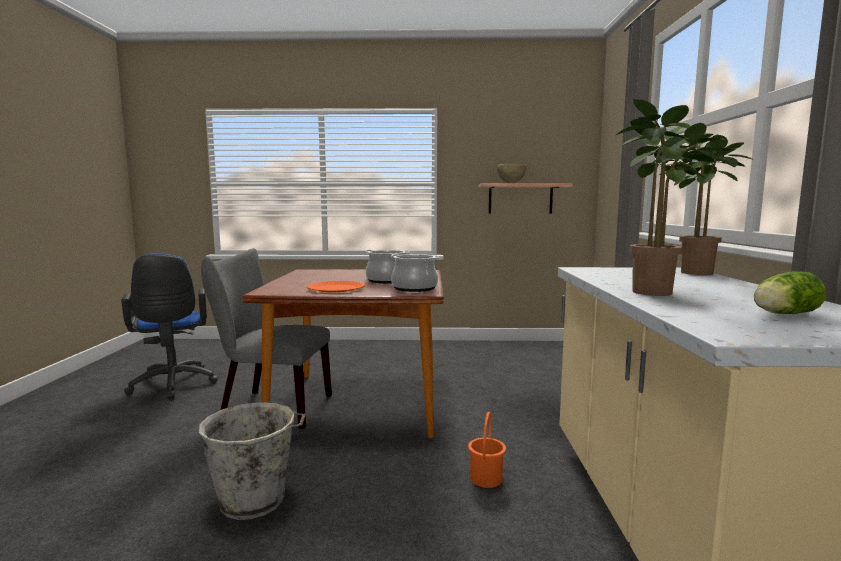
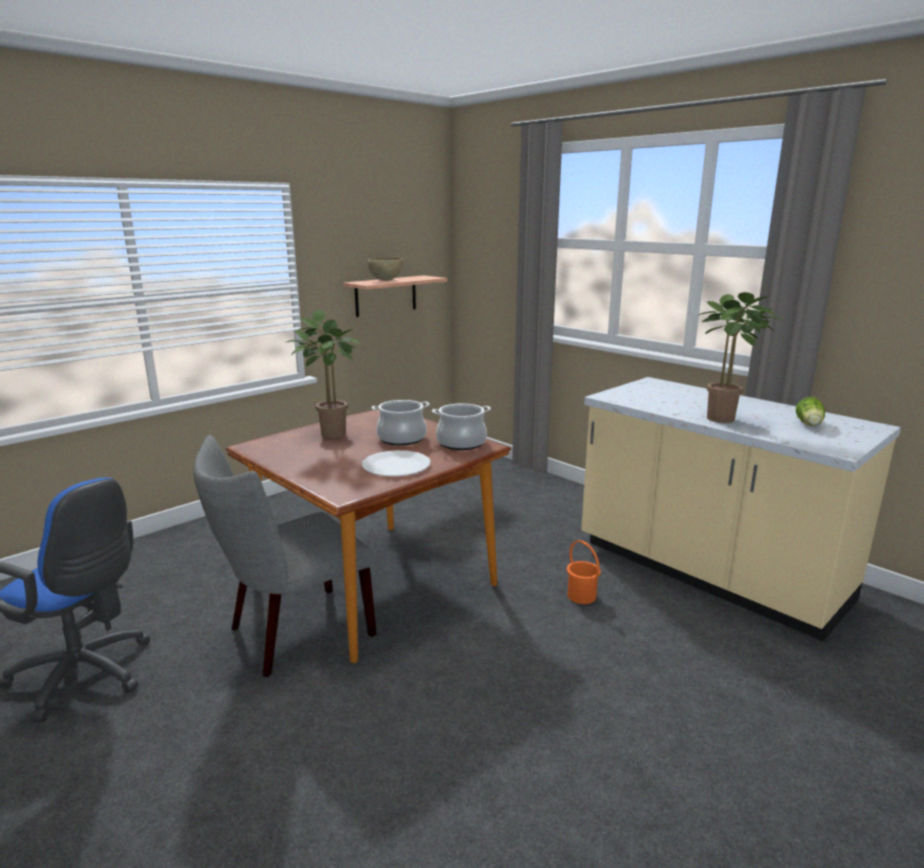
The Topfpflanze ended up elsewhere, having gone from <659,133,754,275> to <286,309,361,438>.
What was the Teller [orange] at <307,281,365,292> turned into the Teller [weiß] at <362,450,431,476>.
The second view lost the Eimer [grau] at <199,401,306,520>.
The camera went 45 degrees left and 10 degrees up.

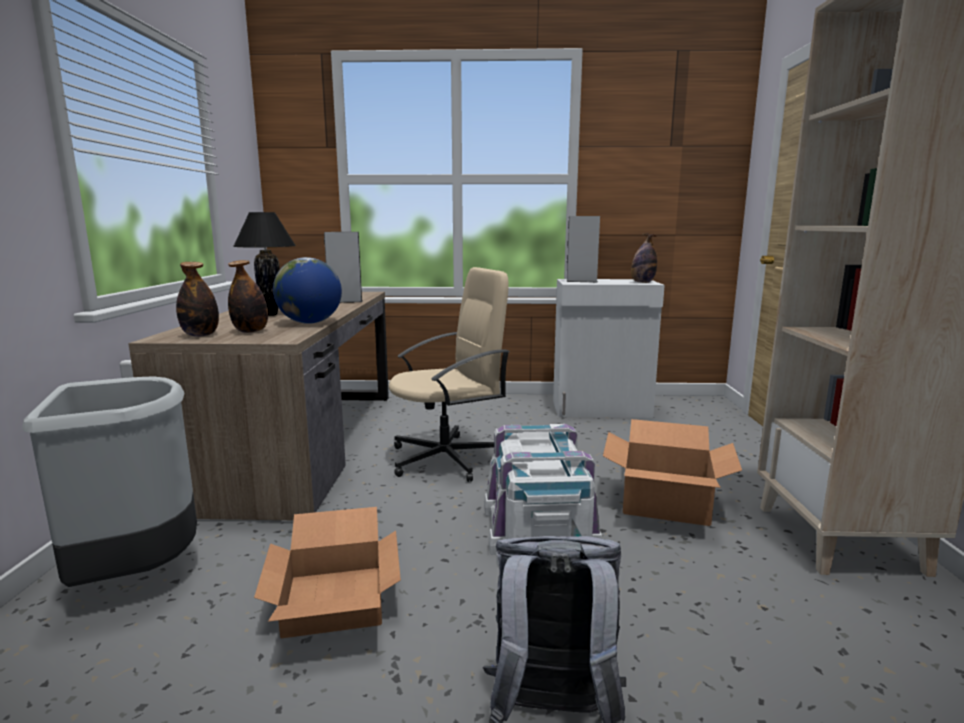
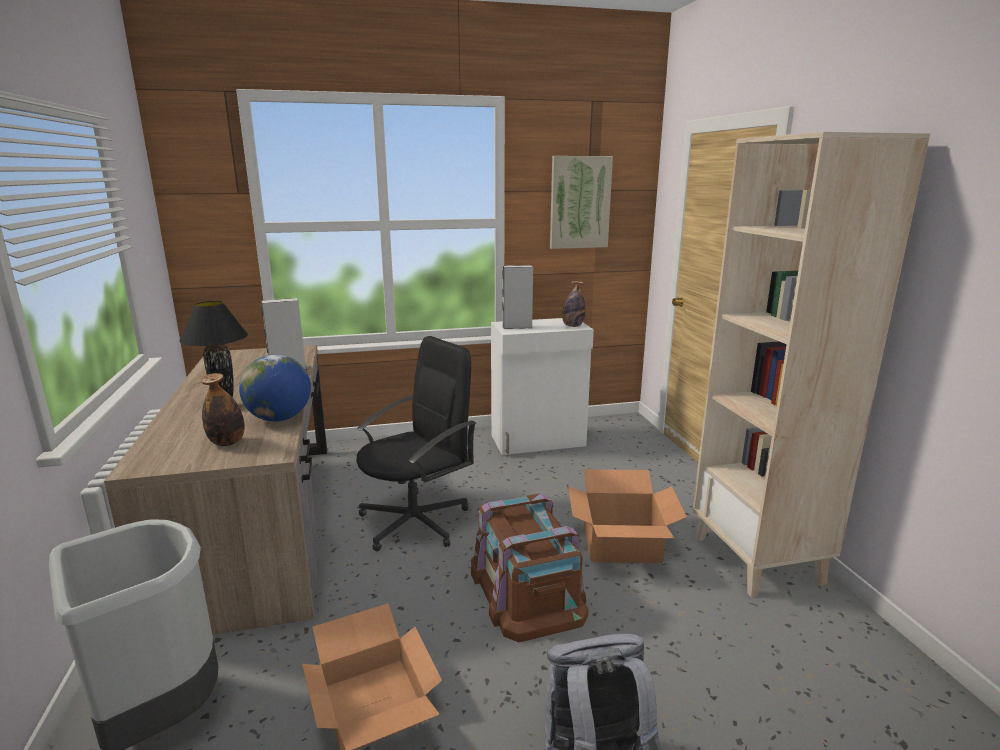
What was the Bürostuhl [beige] at <389,267,510,482> turned into the Bürostuhl [schwarz] at <356,336,476,551>.
What was the Aufbewahrungsbox [weiß] at <484,424,602,566> turned into the Aufbewahrungsbox [braun] at <471,493,588,642>.
The second view gained the Bild at <550,156,613,249>.
The second view lost the Flasche at <176,262,219,337>.
The camera went 15 degrees left and 5 degrees up.

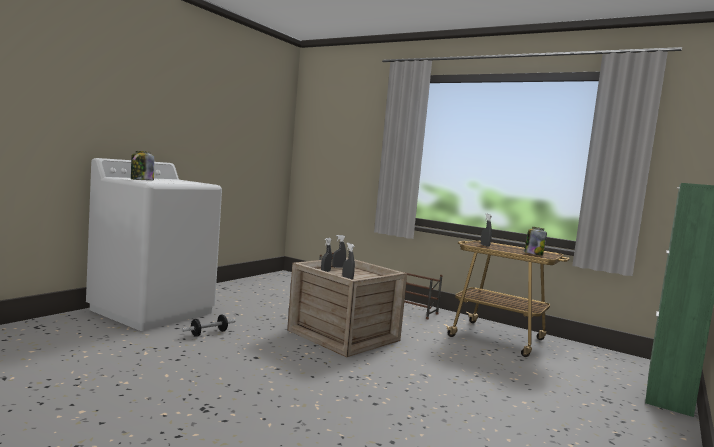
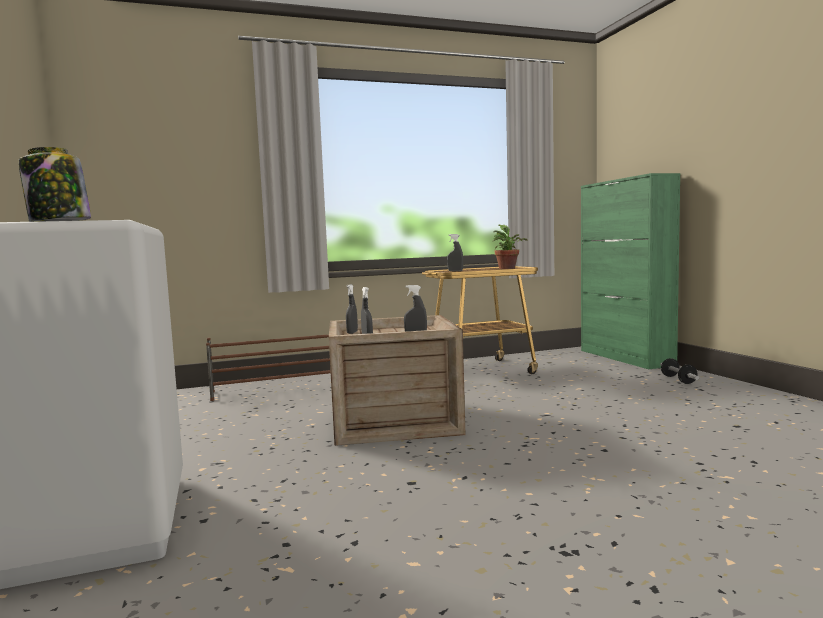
Where the Vorratsglas stood at <524,227,547,256>, the Topfpflanze came to stand at <493,225,528,269>.
The Hantel ended up elsewhere, having gone from <182,314,235,337> to <660,358,699,384>.
The camera went 50 degrees left and 0 degrees up.

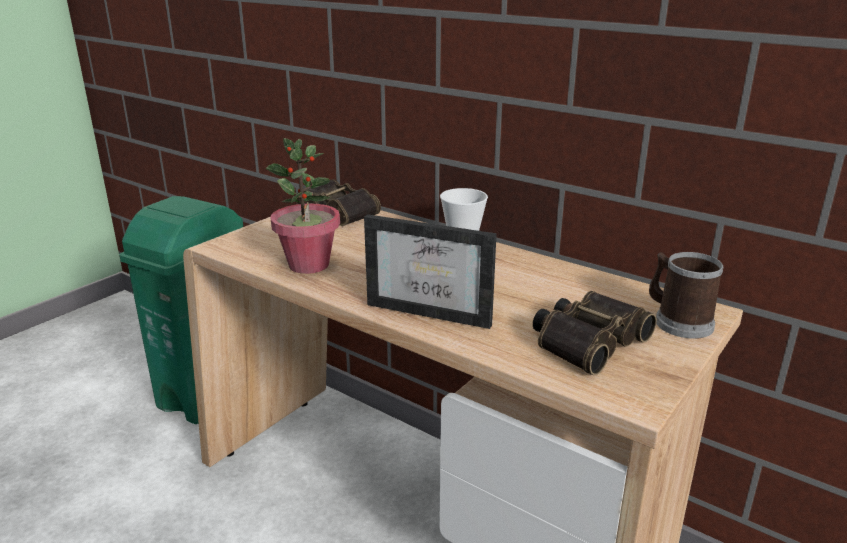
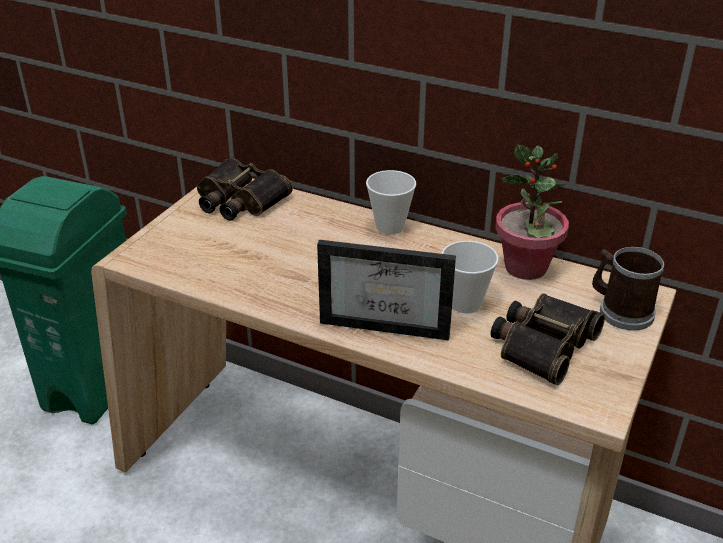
The second view gained the Tasse at <441,241,499,314>.
The Topfpflanze ended up elsewhere, having gone from <266,138,340,274> to <495,145,569,280>.
The camera went 10 degrees left and 10 degrees up.

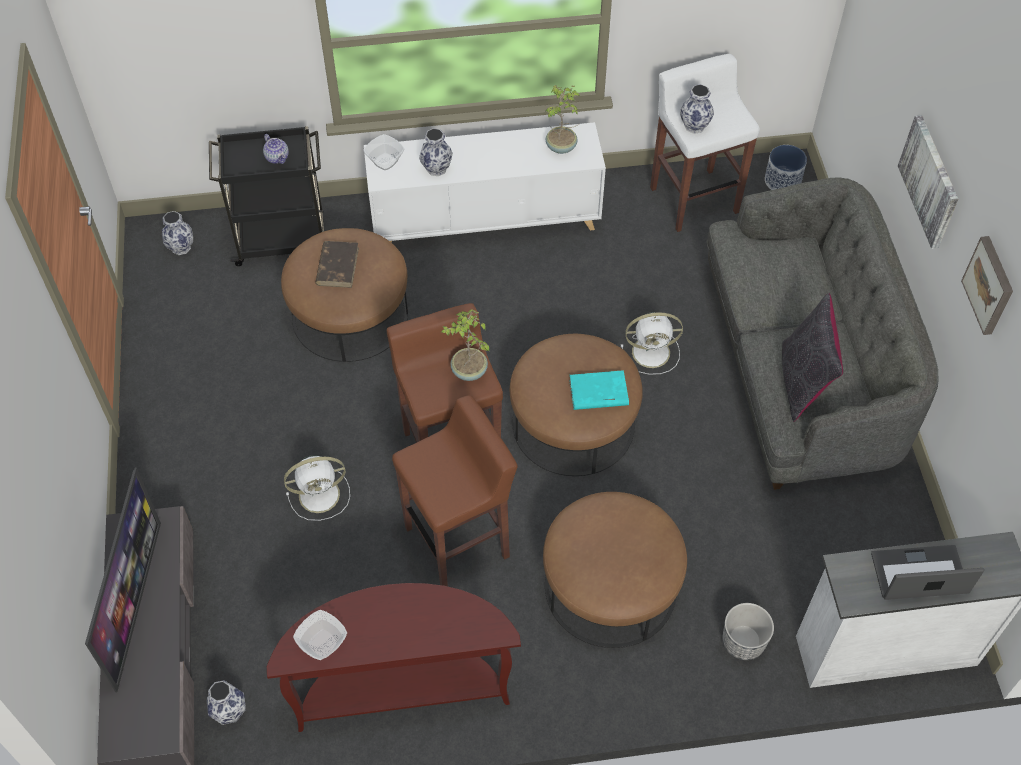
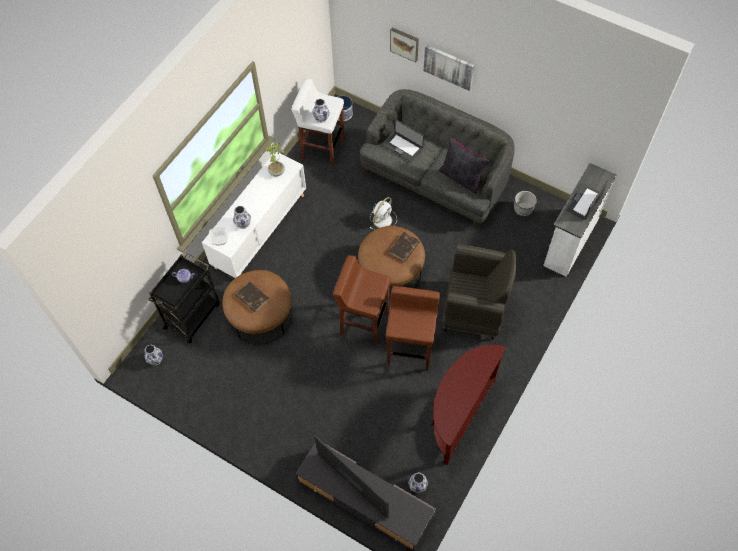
The second view gained the Laptop at <383,119,424,162>.
What was the Buch [türkis] at <569,370,629,410> turned into the Buch [braun] at <389,232,420,262>.
The Bild ended up elsewhere, having gone from <961,236,1013,335> to <390,27,419,62>.
Where the Polsterhocker [braun] stood at <543,492,687,648>, the Sessel [grau] came to stand at <443,244,517,340>.
The Pflanzkübel ended up elsewhere, having gone from <722,603,774,660> to <514,191,537,217>.
The second view lost the Ventilator [weiß] at <284,455,350,521>.
The second view lost the Schüssel at <293,610,347,660>.
The second view lost the Topfpflanze at <441,309,490,381>.
The camera went 50 degrees left and 5 degrees up.

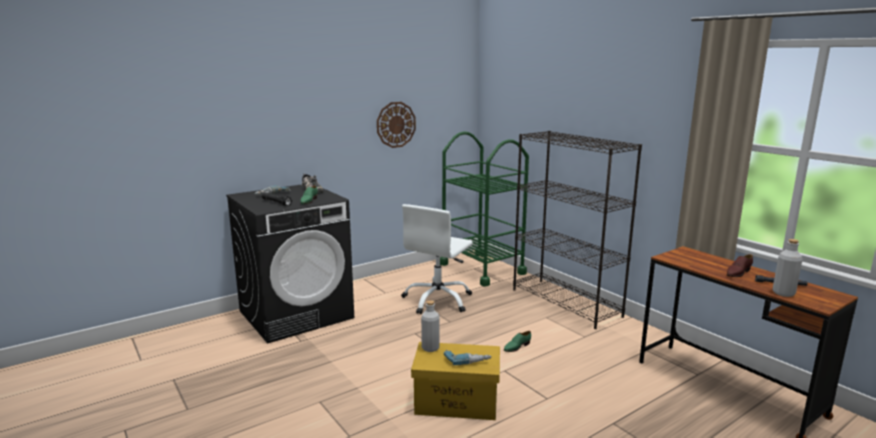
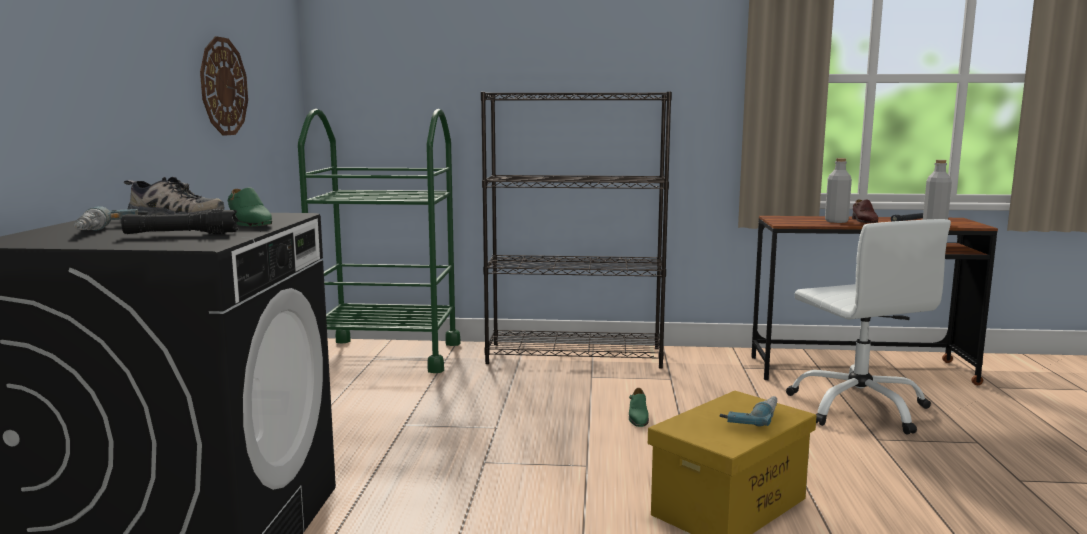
The Bürostuhl [weiß] ended up elsewhere, having gone from <401,204,473,314> to <786,219,951,434>.
The Flasche [grau] ended up elsewhere, having gone from <421,300,440,352> to <825,158,852,223>.
The camera went 50 degrees left and 5 degrees down.

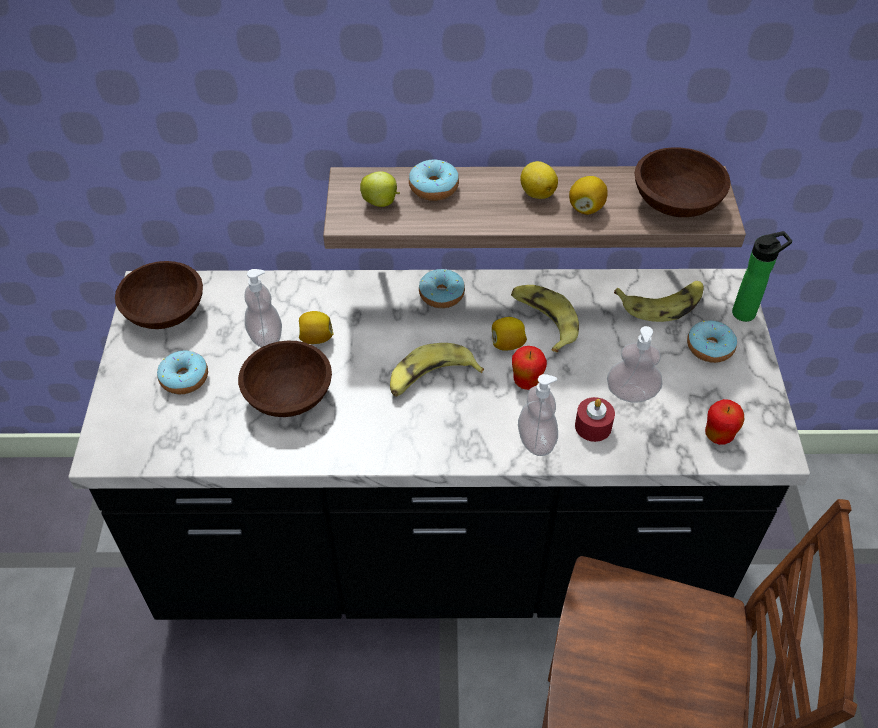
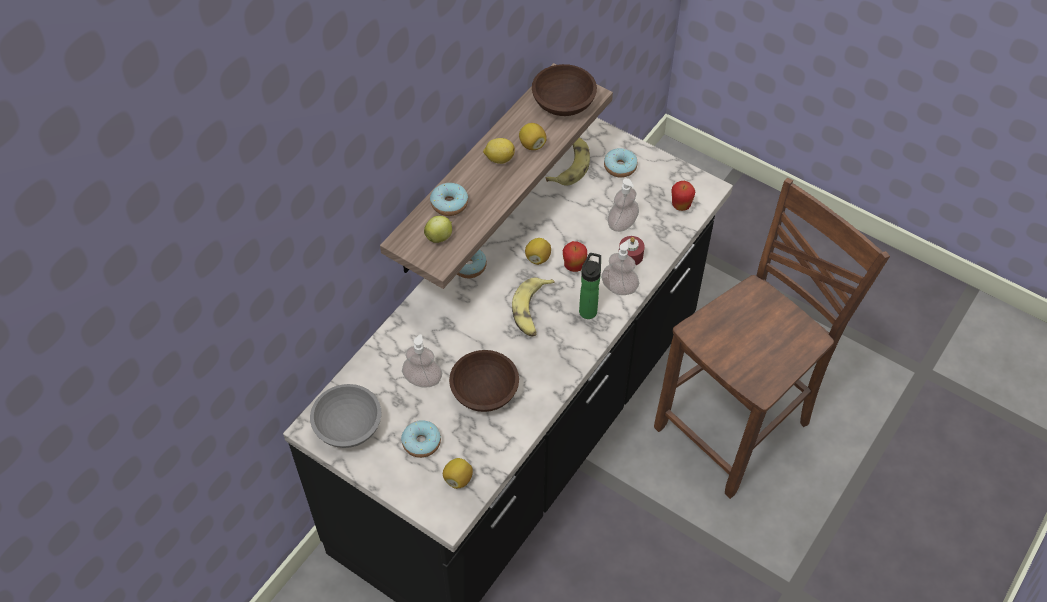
What was the Schüssel [braun] at <115,261,203,329> turned into the Schüssel [grau] at <310,384,381,448>.
The Zitrone ended up elsewhere, having gone from <299,311,333,344> to <443,458,473,489>.
The Flasche ended up elsewhere, having gone from <732,231,792,322> to <579,253,601,319>.
The second view lost the Banane at <511,285,579,353>.
The camera went 55 degrees left and 5 degrees up.

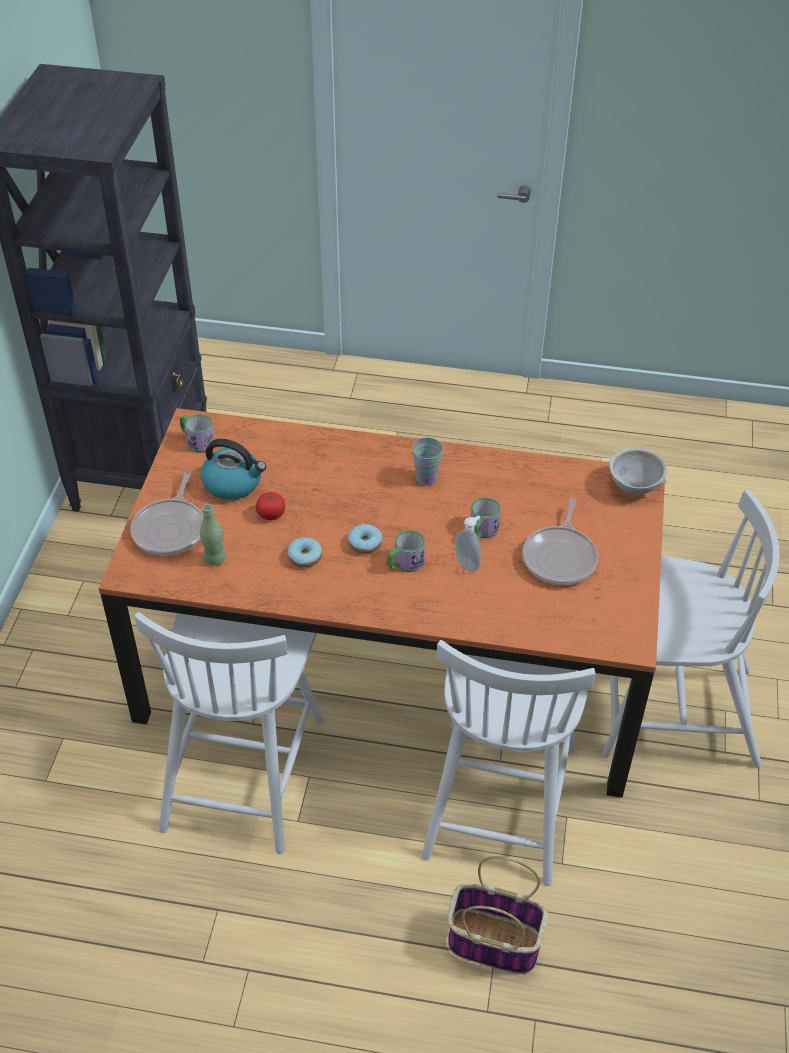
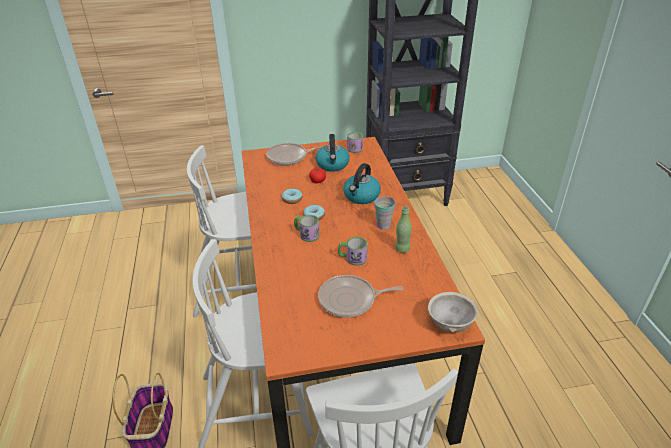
The second view gained the Wasserkessel at <343,163,381,204>.
The Flasche [grün] ended up elsewhere, having gone from <200,504,226,566> to <395,206,412,253>.
The second view lost the Seifenspender at <455,515,481,572>.
The camera went 70 degrees right and 10 degrees down.

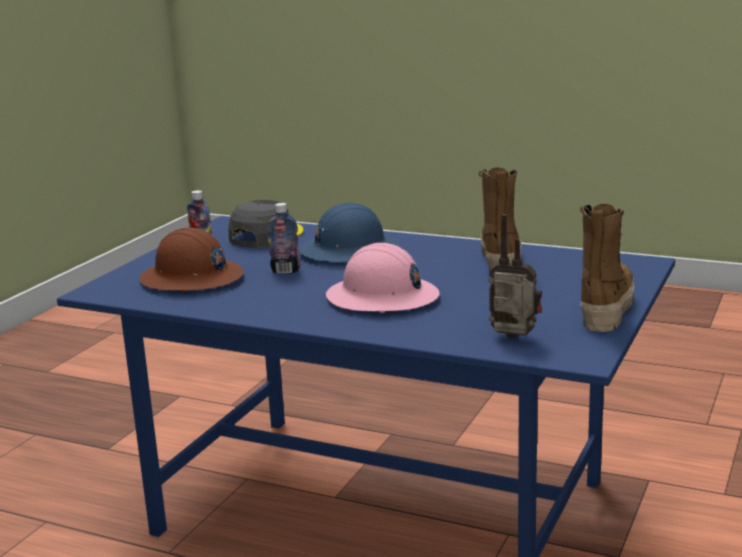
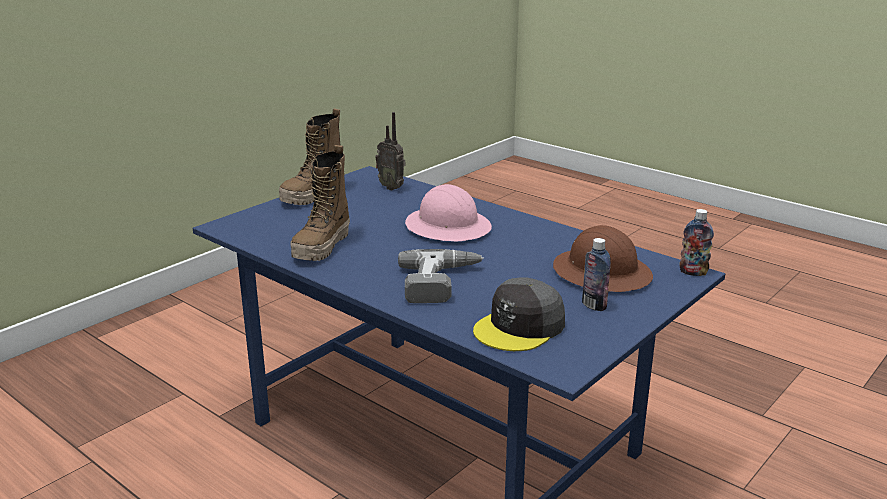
Where the Schutzhelm [blau] stood at <299,203,400,262>, the Bohrmaschine came to stand at <398,249,484,303>.
The Flasche ended up elsewhere, having gone from <268,203,300,274> to <679,209,714,276>.
The camera went 165 degrees left and 5 degrees up.

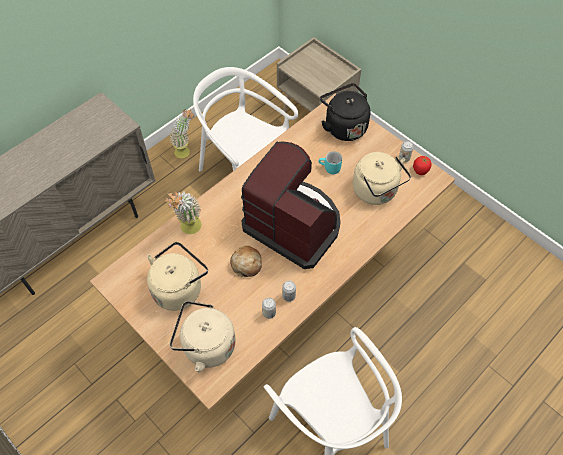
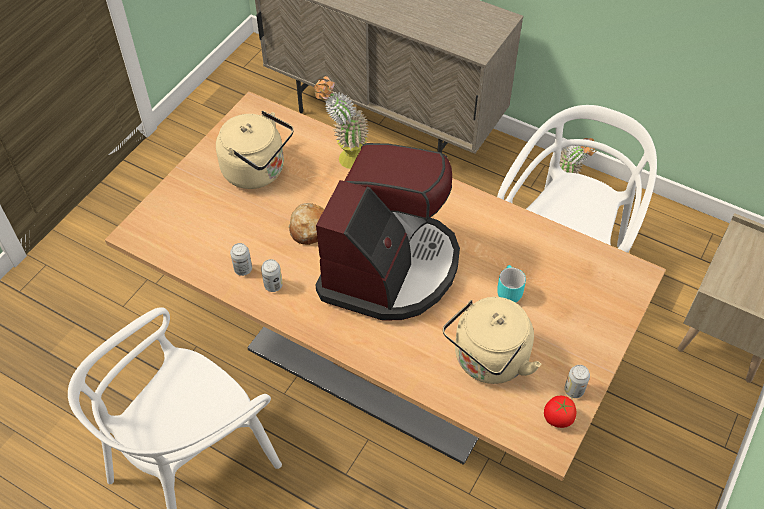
The second view lost the Wasserkessel [beige] at <170,301,236,372>.
The second view lost the Wasserkessel [schwarz] at <320,83,371,141>.
The camera went 75 degrees right and 5 degrees down.

